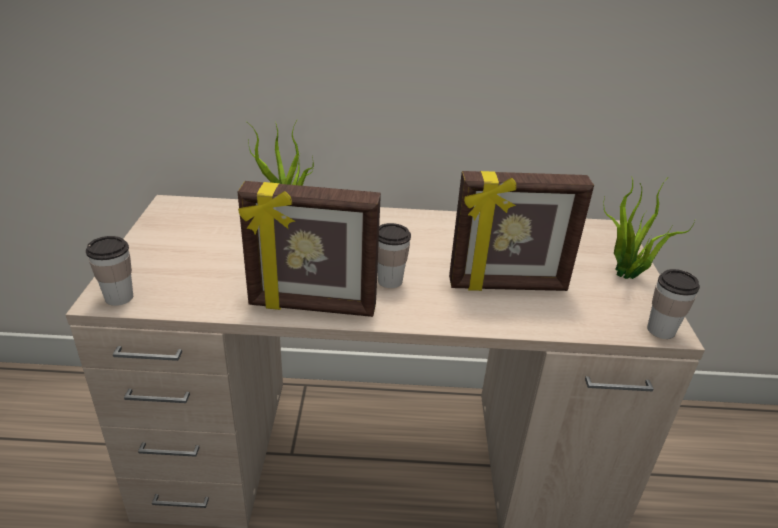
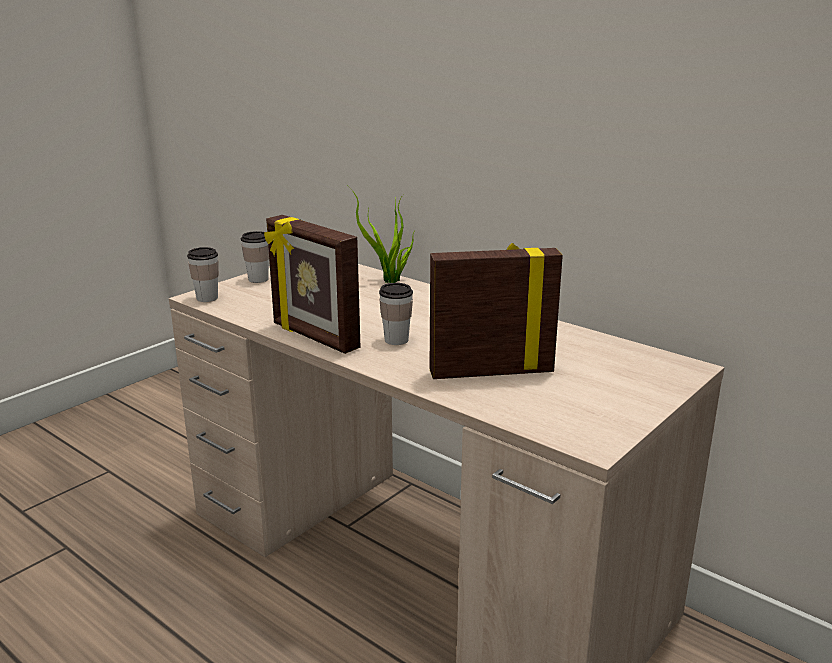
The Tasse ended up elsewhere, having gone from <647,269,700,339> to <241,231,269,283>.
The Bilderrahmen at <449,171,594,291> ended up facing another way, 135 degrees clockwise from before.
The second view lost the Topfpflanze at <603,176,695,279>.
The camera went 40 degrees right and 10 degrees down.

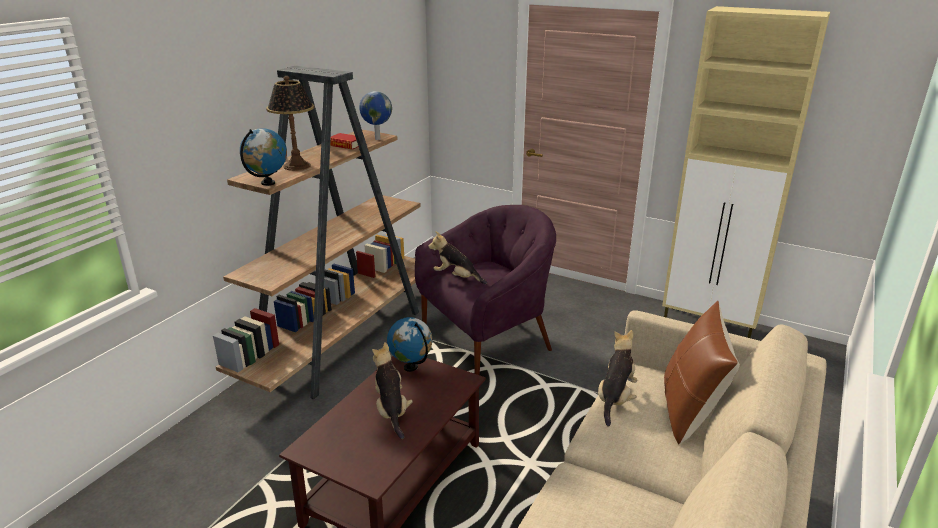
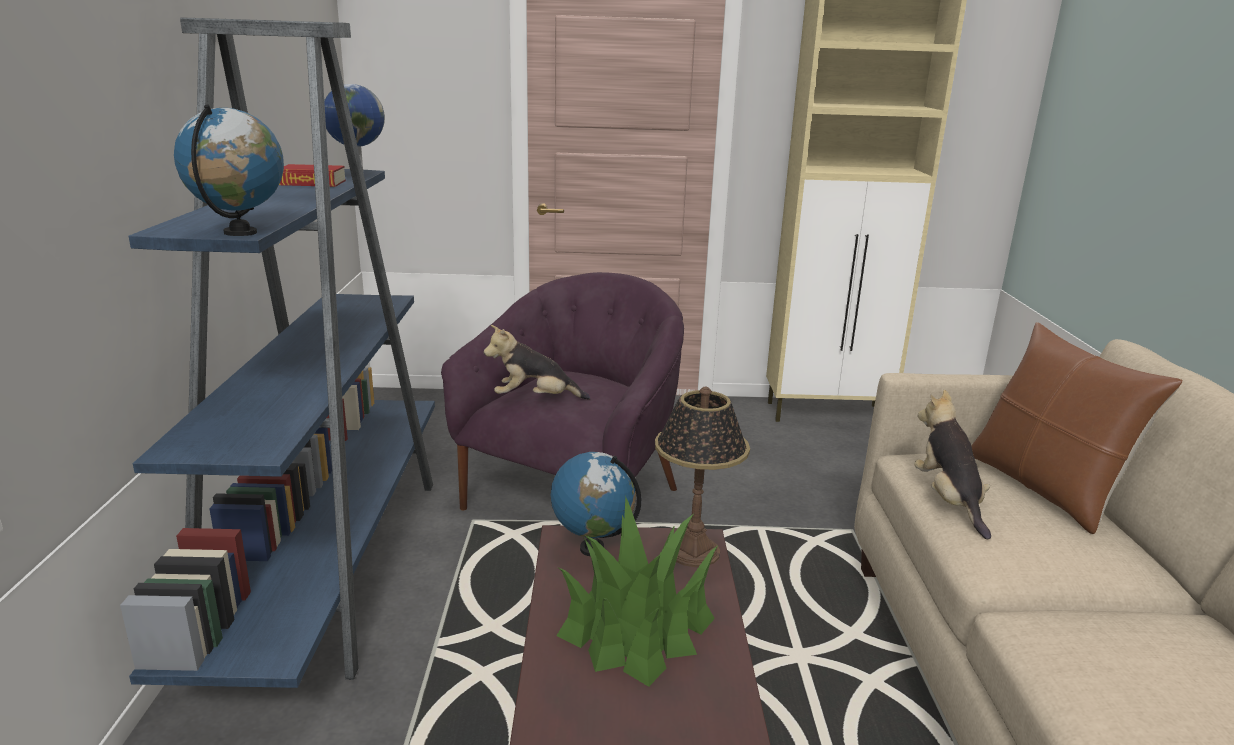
What was the Bücherregal [braun] at <213,66,421,399> turned into the Bücherregal [blau] at <120,17,435,688>.
Where the Plüschtier stood at <372,342,413,439>, the Topfpflanze came to stand at <556,496,718,687>.
The Tischlampe ended up elsewhere, having gone from <266,76,314,171> to <655,387,750,567>.
The camera went 30 degrees left and 5 degrees down.

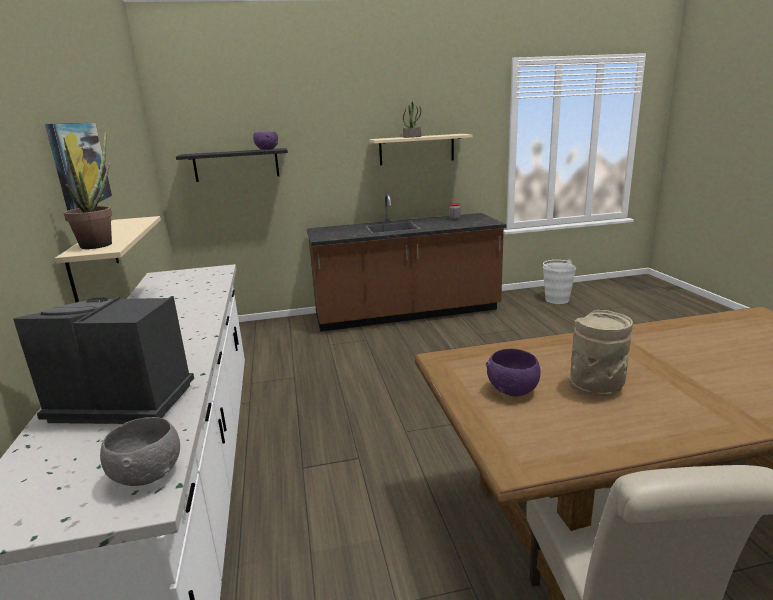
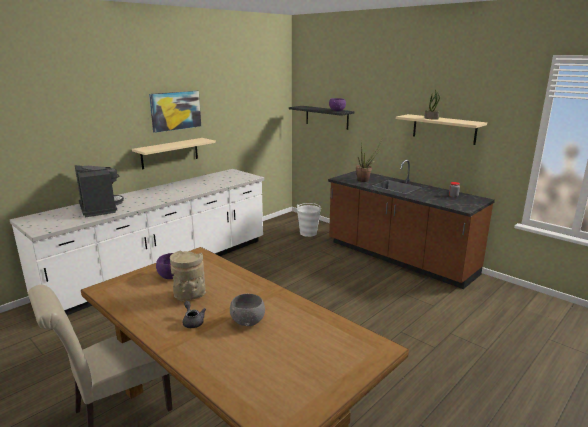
The second view gained the Teekanne [grau] at <182,301,206,328>.
The Schüssel [grau] ended up elsewhere, having gone from <100,417,180,486> to <230,294,265,326>.
The Eimer [weiß] ended up elsewhere, having gone from <543,259,576,304> to <297,203,322,237>.
The Topfpflanze ended up elsewhere, having gone from <63,132,112,249> to <356,137,383,182>.
The camera went 55 degrees right and 0 degrees up.

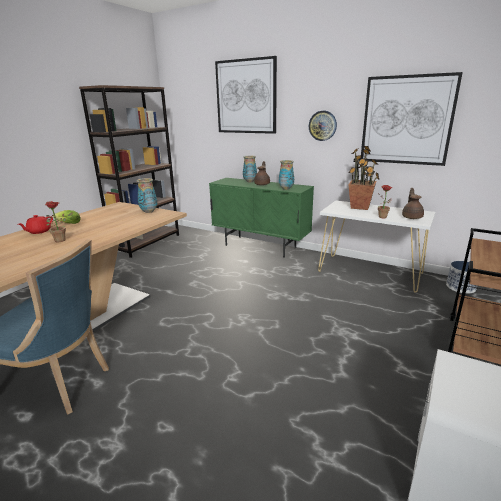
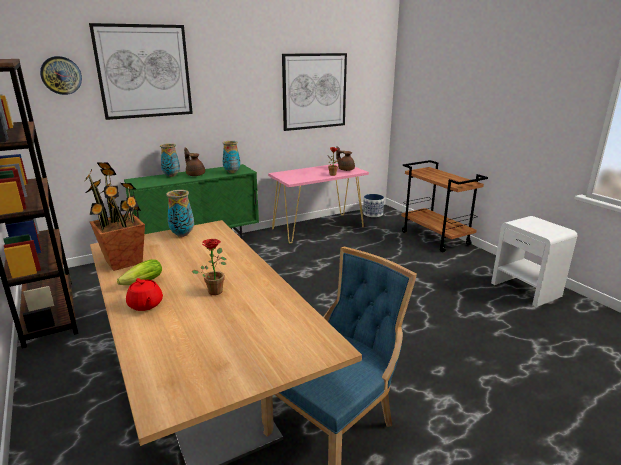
The Wanduhr ended up elsewhere, having gone from <309,111,337,141> to <40,56,82,95>.
The Topfpflanze ended up elsewhere, having gone from <348,146,379,210> to <85,162,145,271>.
What was the Konsolentisch [weiß] at <318,201,436,293> turned into the Konsolentisch [rosa] at <268,164,369,244>.
The camera went 60 degrees left and 0 degrees up.

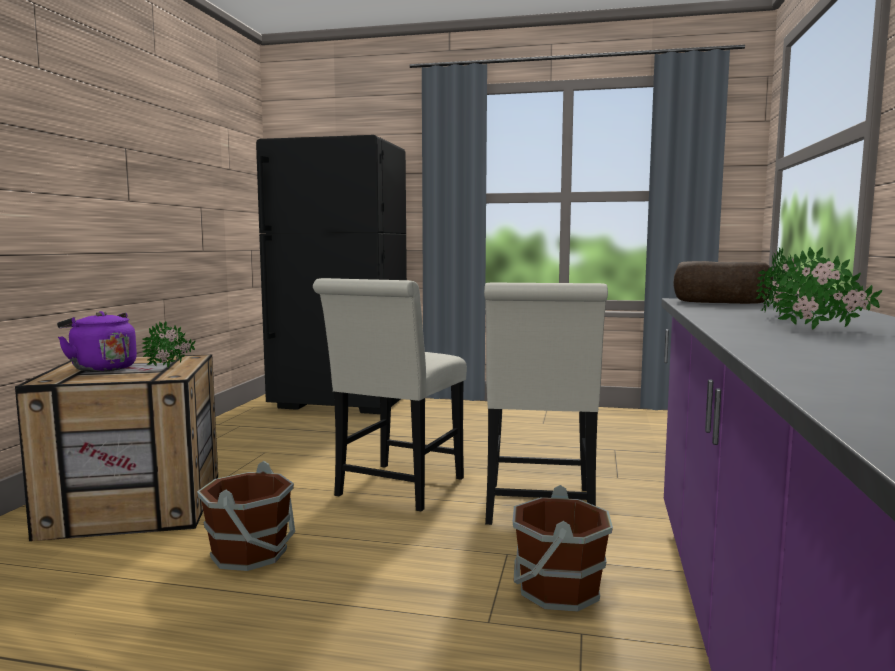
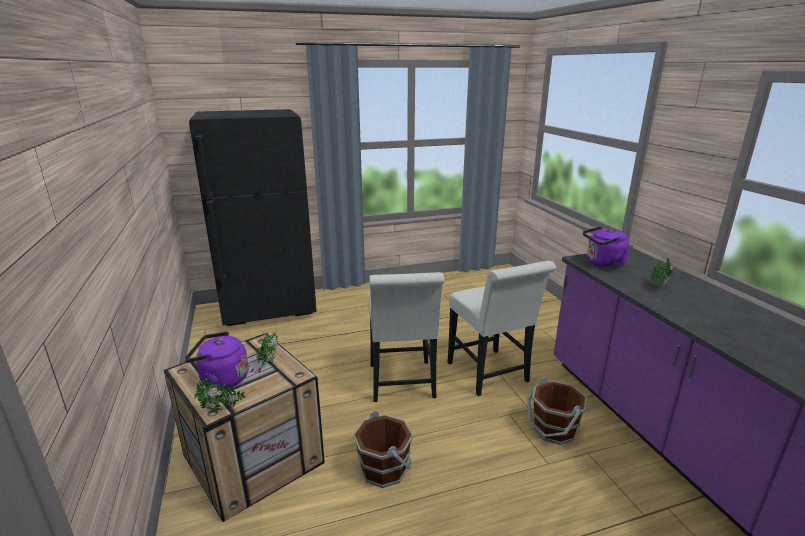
The Topfpflanze ended up elsewhere, having gone from <775,247,882,330> to <194,378,246,414>.
Where the Brot stood at <673,261,773,304>, the Wasserkessel [lila] came to stand at <583,226,629,268>.
The camera went 30 degrees left and 15 degrees up.

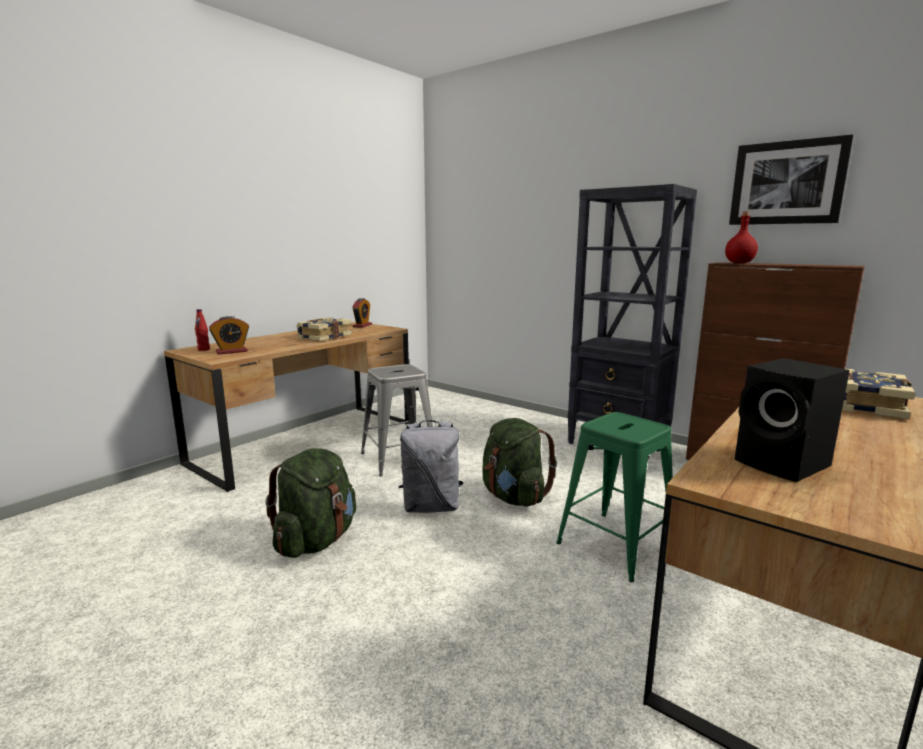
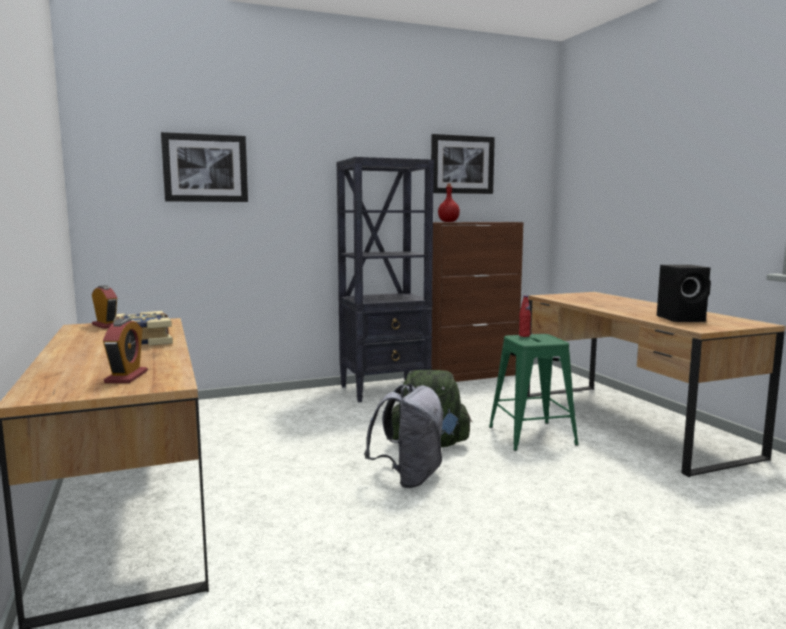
The second view gained the Bild at <161,132,248,202>.
The Flasche [rot] ended up elsewhere, having gone from <195,309,210,351> to <519,295,531,337>.
The second view lost the Rucksack [grün] at <265,448,356,558>.
The second view lost the Hocker [grau] at <361,364,433,476>.
The second view lost the Buch at <842,369,916,420>.
The camera went 60 degrees left and 5 degrees down.

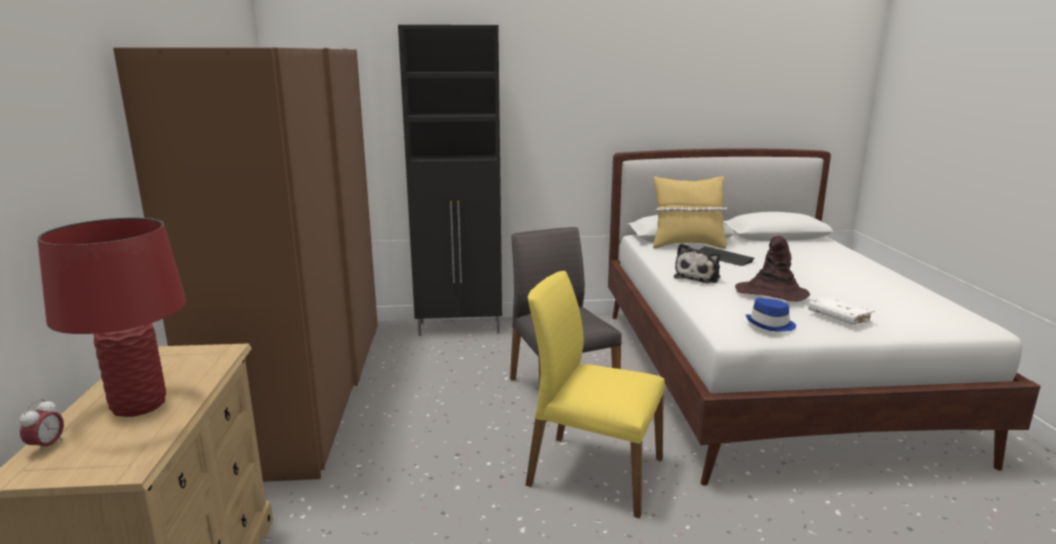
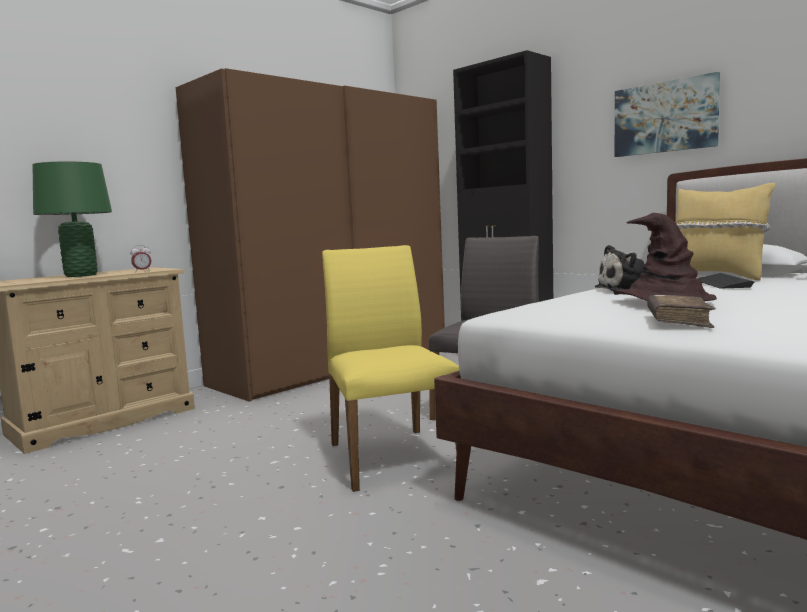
What was the Tischlampe [rot] at <37,217,186,417> turned into the Tischlampe [grün] at <33,161,112,277>.
The Wecker ended up elsewhere, having gone from <19,398,64,455> to <130,245,151,271>.
The second view gained the Bild at <615,72,720,157>.
What was the Buch [weiß] at <808,297,875,326> turned into the Buch [braun] at <647,295,716,328>.
The second view lost the Hut [blau] at <746,298,796,332>.
The camera went 50 degrees right and 10 degrees down.

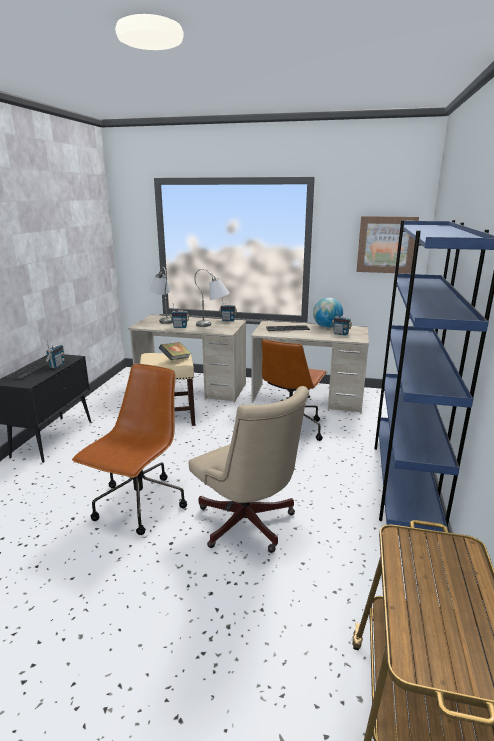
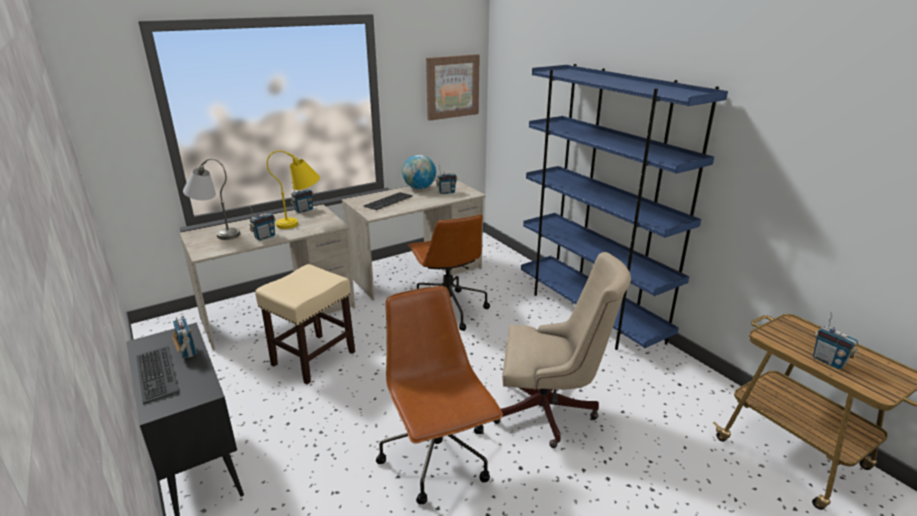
What was the Tischlampe [grau] at <194,269,230,327> turned into the Tischlampe [gelb] at <267,150,320,229>.
The second view gained the Radio at <813,312,858,369>.
The second view lost the Buch at <159,342,191,360>.
The camera went 45 degrees left and 5 degrees up.

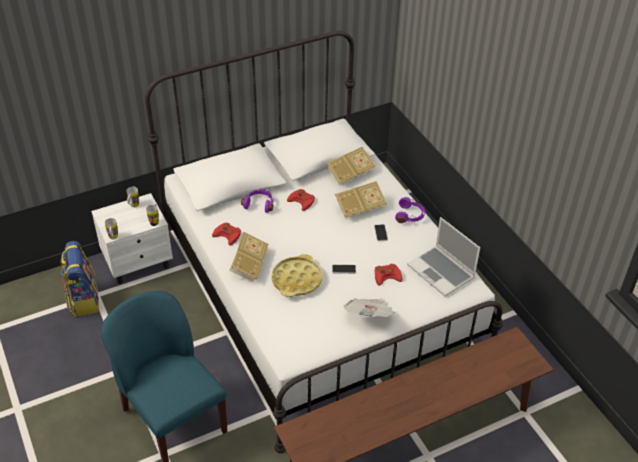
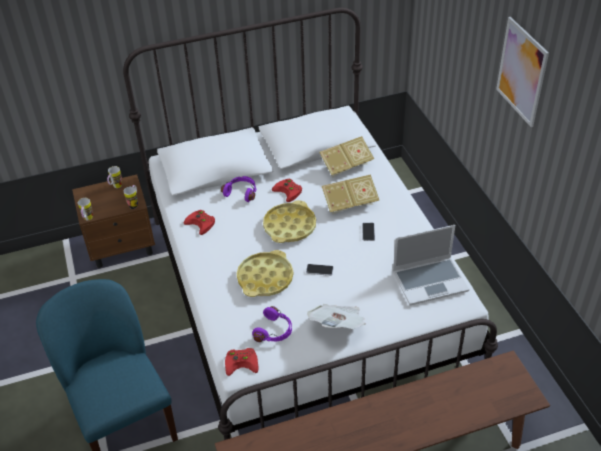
What was the Nachttisch [weiß] at <91,193,173,284> turned into the Nachttisch [braun] at <72,174,155,268>.
The Gamepad [rot] ended up elsewhere, having gone from <375,264,403,286> to <225,348,258,376>.
The Kopfhörer [lila] ended up elsewhere, having gone from <395,197,425,223> to <252,306,292,342>.
The second view gained the Tablett [gelb] at <263,200,316,243>.
The Laptop at <407,217,480,296> ended up facing another way, 75 degrees counterclockwise from before.
The second view gained the Bild at <496,17,549,127>.
The second view lost the Rucksack at <60,241,99,317>.
The second view lost the Buch at <229,232,268,282>.
The camera went 10 degrees right and 0 degrees up.

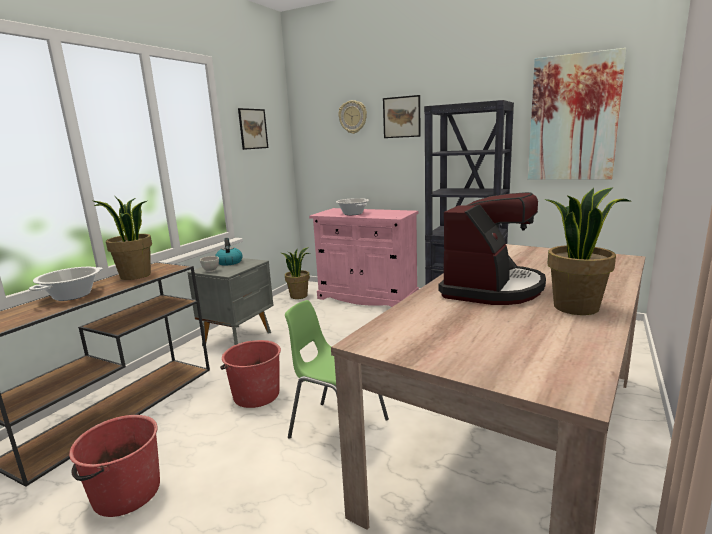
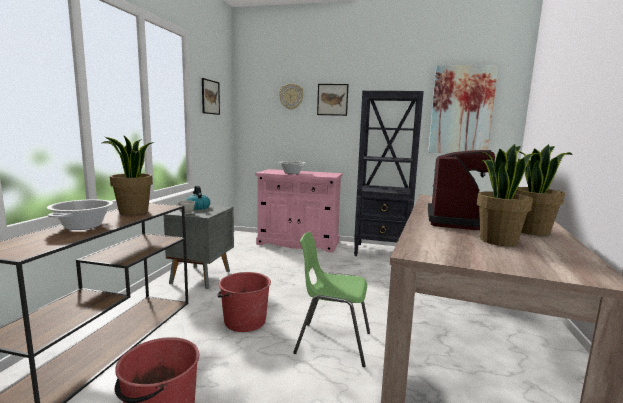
The Topfpflanze ended up elsewhere, having gone from <282,247,310,299> to <477,144,540,246>.
The camera went 15 degrees left and 5 degrees down.

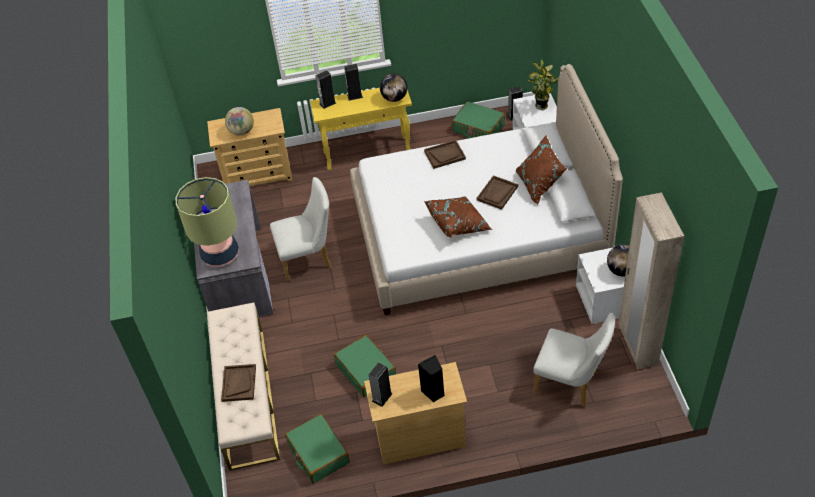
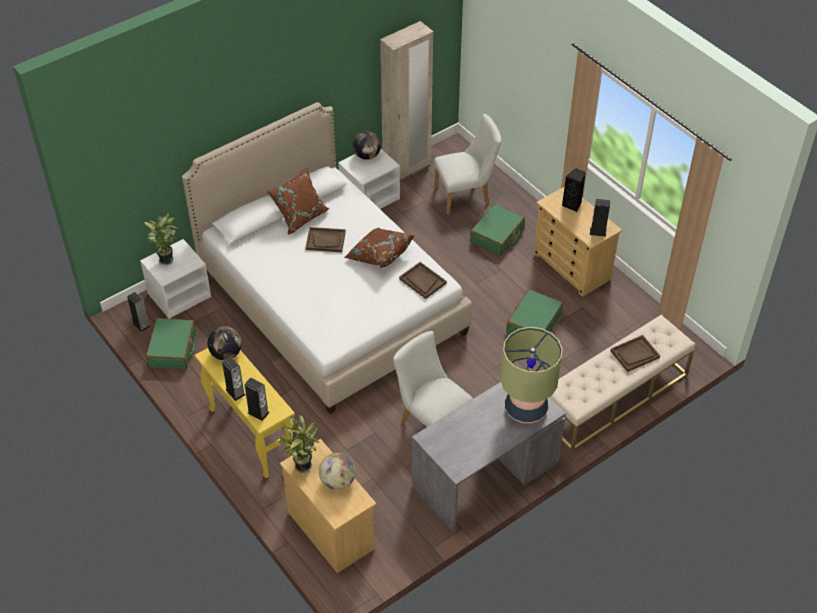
The second view gained the Topfpflanze at <278,415,319,473>.
The Tablett [braun] ended up elsewhere, having gone from <424,140,466,169> to <399,262,447,299>.
The Stuhl [weiß] at <533,313,615,407> ended up facing another way, 75 degrees clockwise from before.
The Koffer [grün] ended up elsewhere, having gone from <285,414,350,484> to <470,204,525,255>.
The camera went 120 degrees left and 0 degrees up.

